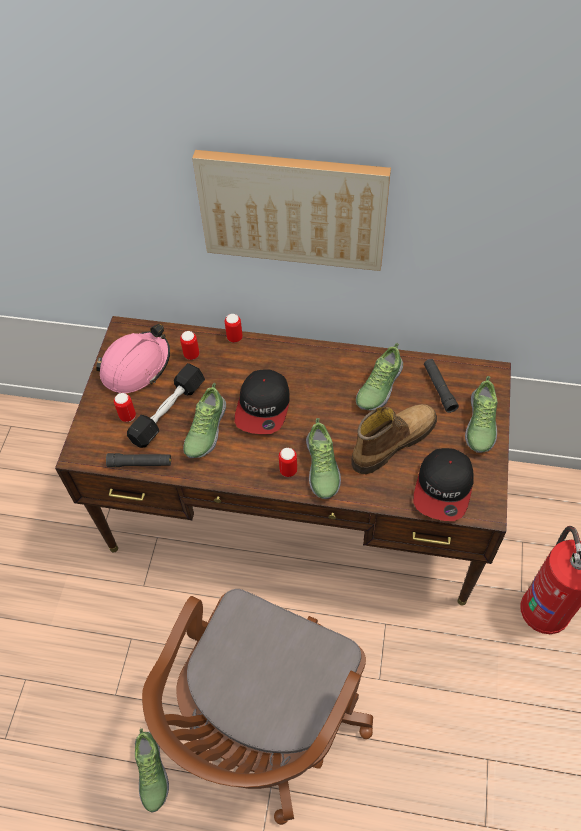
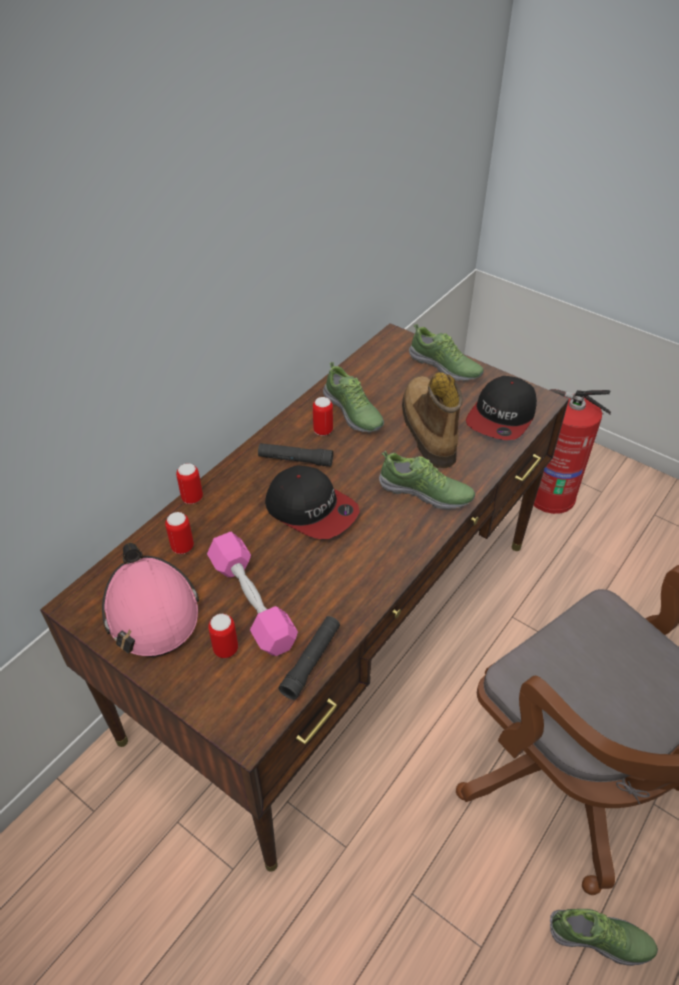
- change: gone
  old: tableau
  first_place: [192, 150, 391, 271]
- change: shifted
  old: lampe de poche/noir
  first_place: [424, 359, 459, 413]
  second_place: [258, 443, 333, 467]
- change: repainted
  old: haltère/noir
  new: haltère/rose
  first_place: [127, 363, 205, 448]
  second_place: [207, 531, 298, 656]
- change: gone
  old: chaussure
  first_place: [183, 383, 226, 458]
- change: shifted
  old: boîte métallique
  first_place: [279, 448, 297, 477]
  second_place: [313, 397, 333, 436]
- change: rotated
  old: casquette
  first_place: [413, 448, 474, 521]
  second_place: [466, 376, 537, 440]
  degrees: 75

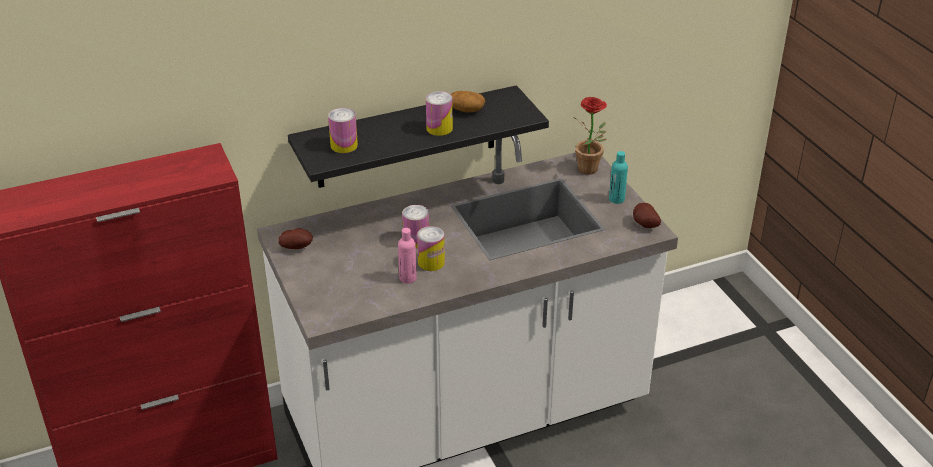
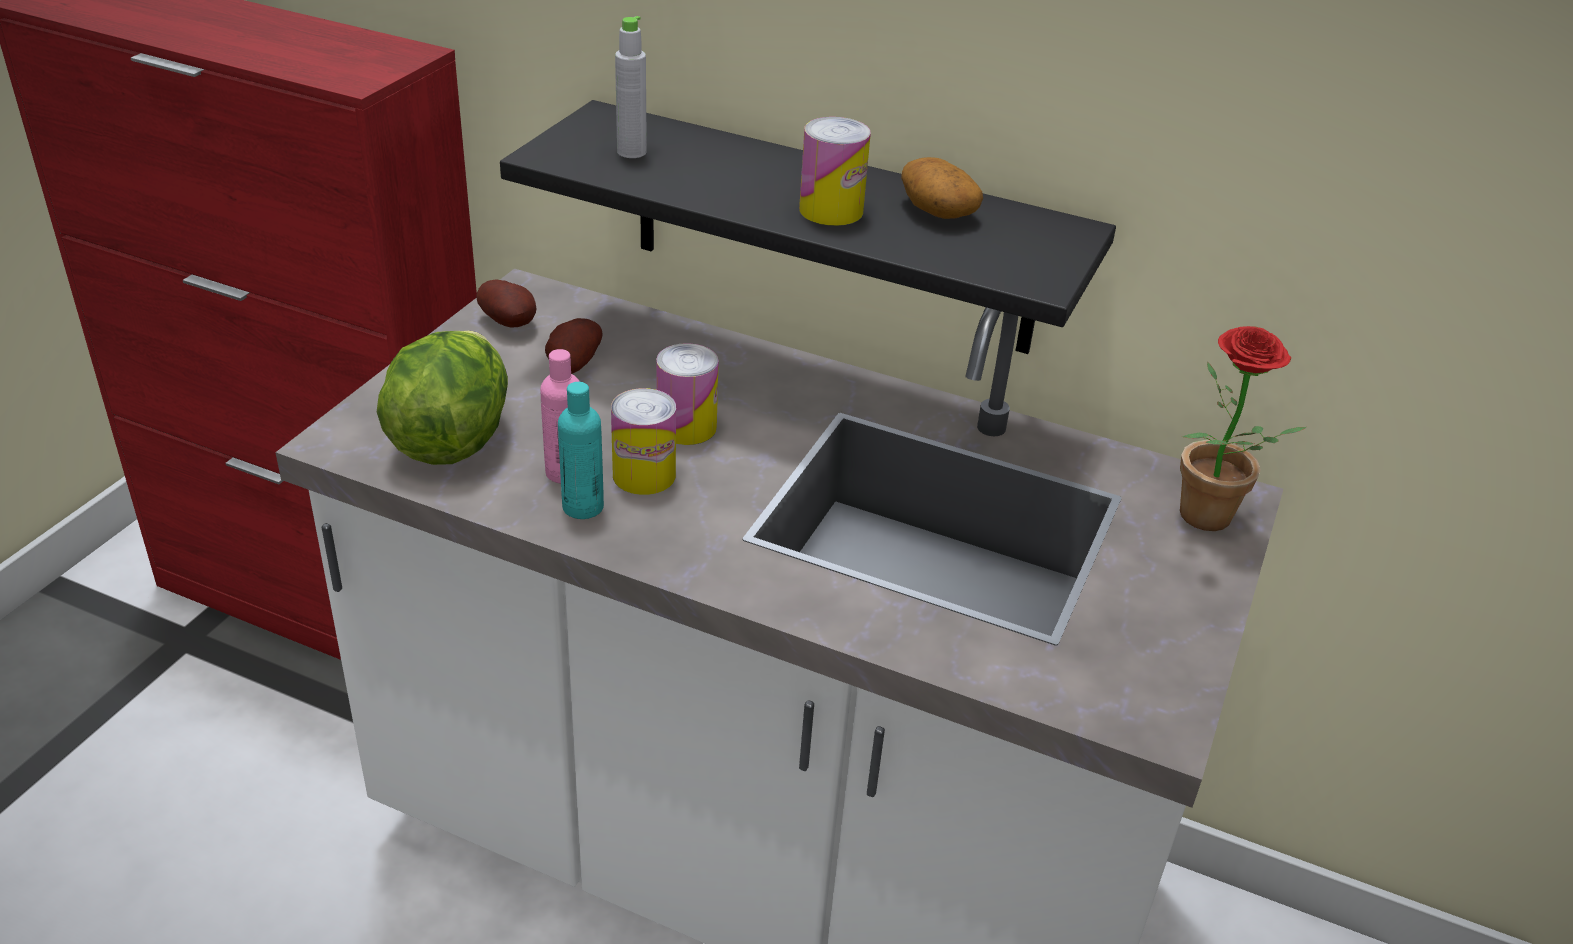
- change: swapped
  old: boîte métallique
  new: bouteille/gris
  first_place: [328, 108, 358, 153]
  second_place: [615, 16, 647, 158]
- change: shifted
  old: bouteille/turquoise
  first_place: [609, 151, 628, 204]
  second_place: [558, 382, 604, 519]
- change: shifted
  old: pomme de terre
  first_place: [633, 203, 661, 228]
  second_place: [545, 318, 602, 374]
- change: new
  new: laitue
  second_place: [377, 331, 508, 465]

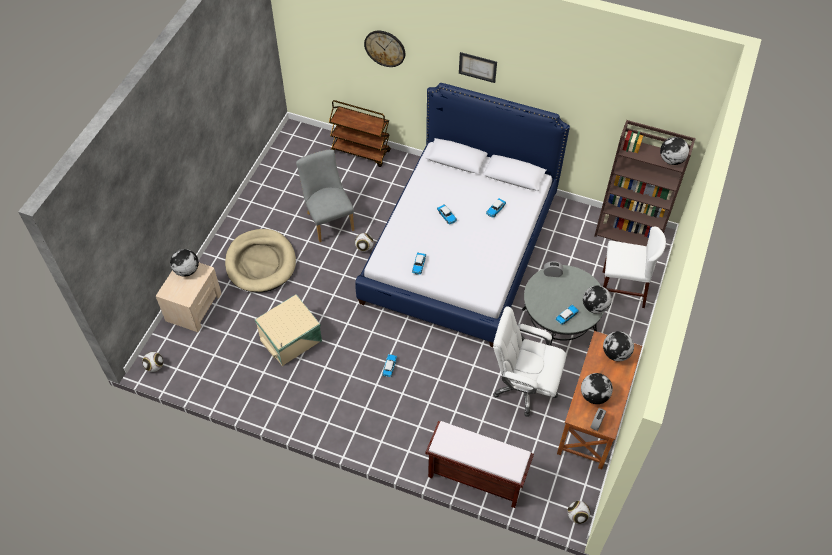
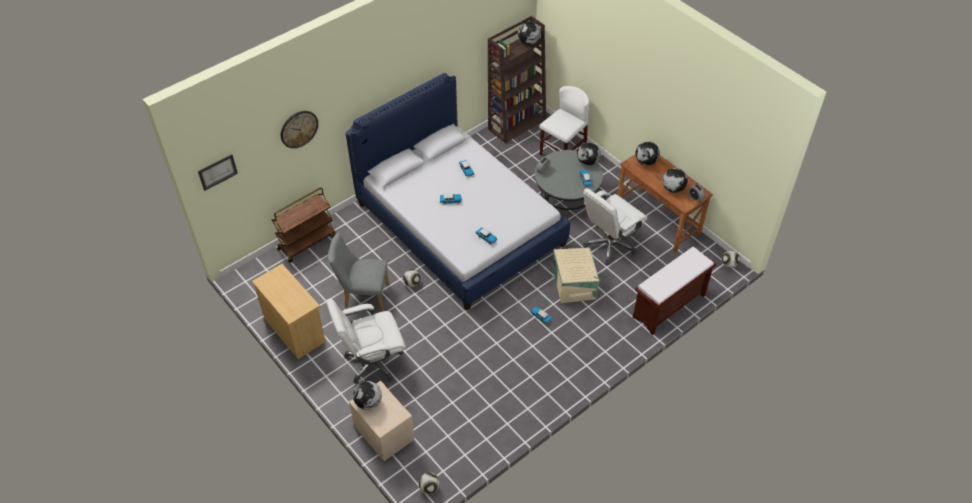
- change: shifted
  old: tableau
  first_place: [459, 52, 497, 83]
  second_place: [198, 154, 238, 191]
- change: swapped
  old: panier pour chien/beige
  new: chaise de bureau/blanc
  first_place: [225, 229, 296, 292]
  second_place: [326, 299, 406, 384]
- change: shifted
  old: boîte de rangement/beige
  first_place: [255, 294, 322, 366]
  second_place: [553, 247, 600, 304]
- change: new
  new: commode/beige
  second_place: [252, 264, 326, 359]

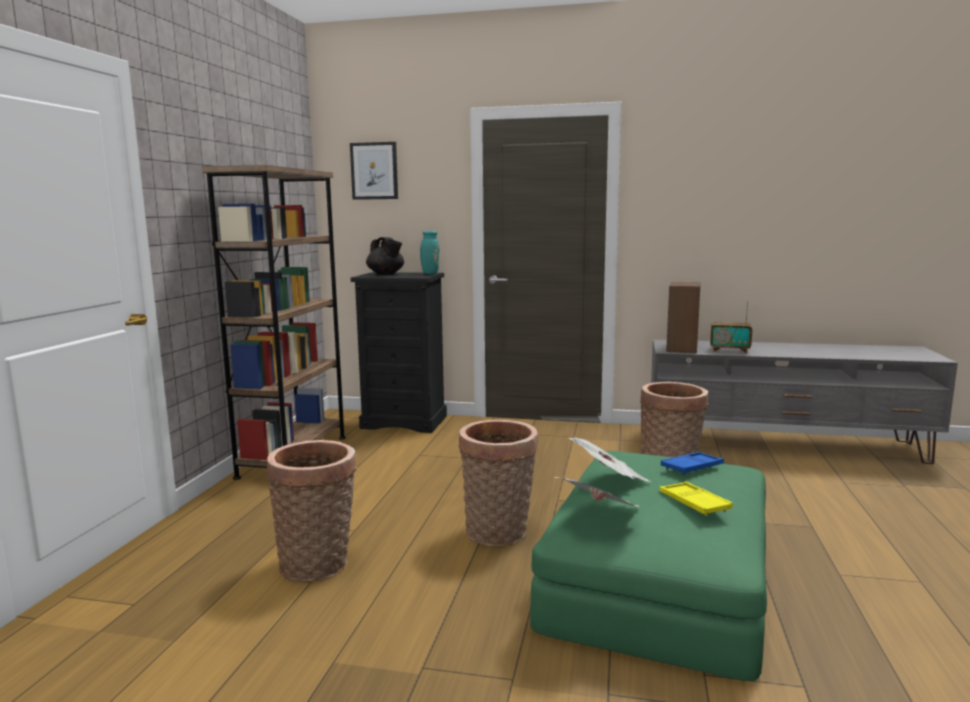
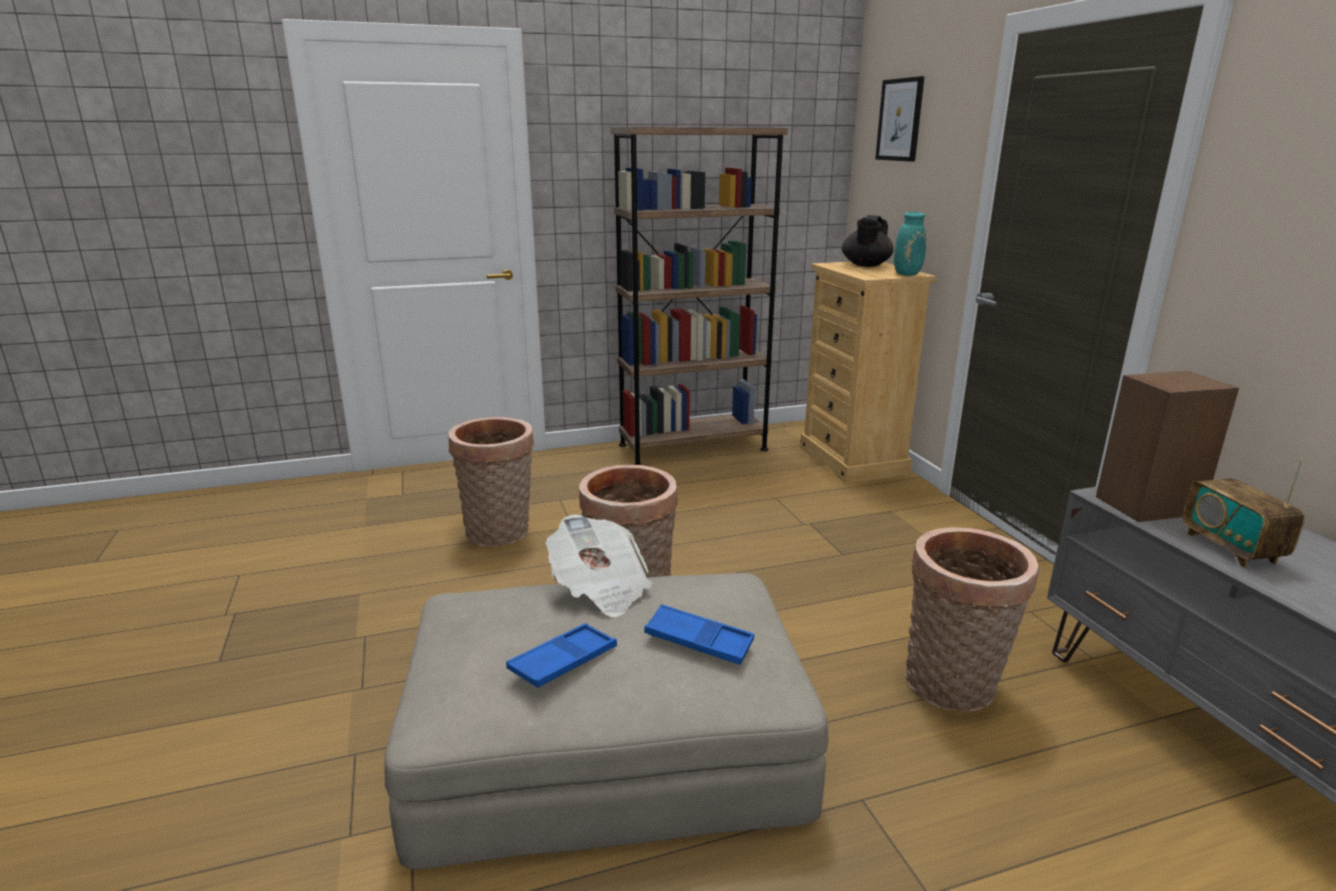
- change: repainted
  old: commode/noir
  new: commode/beige
  first_place: [351, 272, 447, 433]
  second_place: [800, 261, 936, 484]
- change: repainted
  old: pouf/vert
  new: pouf/beige
  first_place: [530, 451, 767, 681]
  second_place: [384, 573, 829, 869]
- change: gone
  old: journal
  first_place: [554, 477, 639, 508]
- change: repainted
  old: plateau/jaune
  new: plateau/bleu
  first_place: [659, 482, 733, 516]
  second_place: [506, 623, 617, 688]

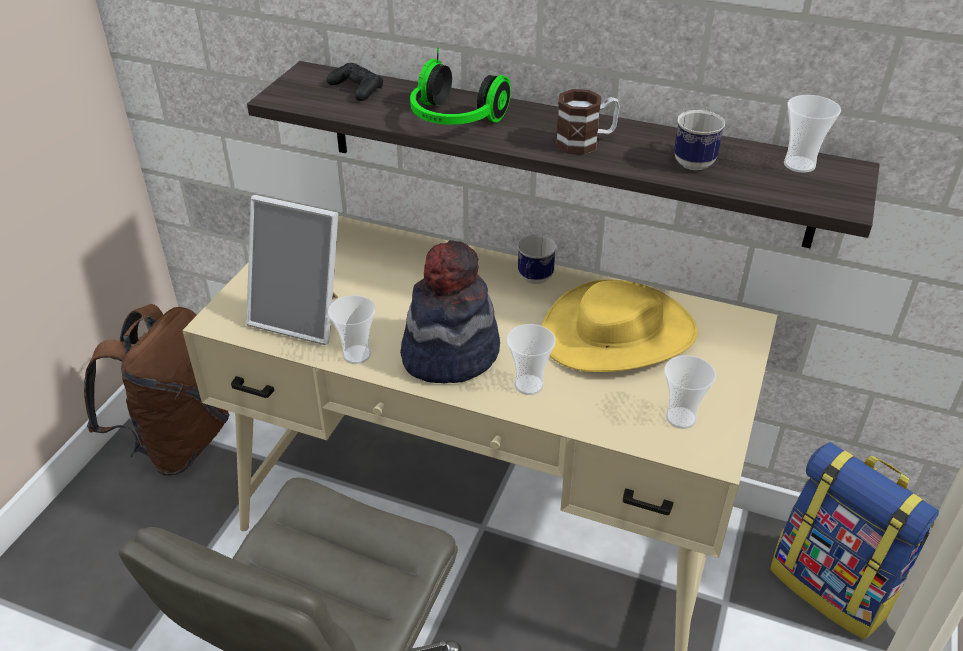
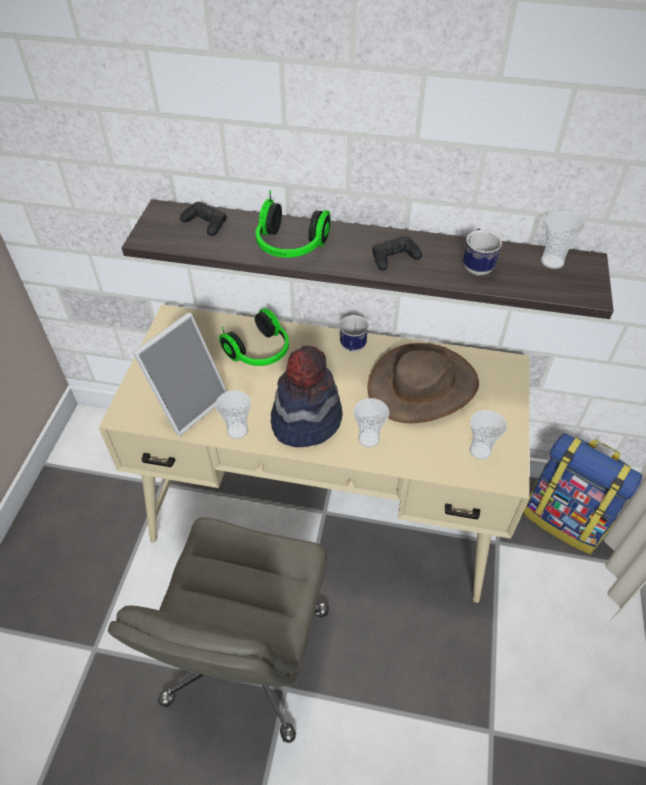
- change: swapped
  old: mug
  new: manette/noir
  first_place: [556, 89, 620, 155]
  second_place: [372, 236, 422, 271]
- change: rotated
  old: cadre photo
  first_place: [246, 195, 338, 345]
  second_place: [133, 312, 227, 436]
  degrees: -60
- change: repainted
  old: chapeau/jaune
  new: chapeau/marron
  first_place: [542, 280, 698, 372]
  second_place: [368, 343, 479, 423]
- change: gone
  old: sac à dos/marron
  first_place: [84, 304, 229, 476]
- change: new
  new: casque audio
  second_place: [219, 308, 289, 366]

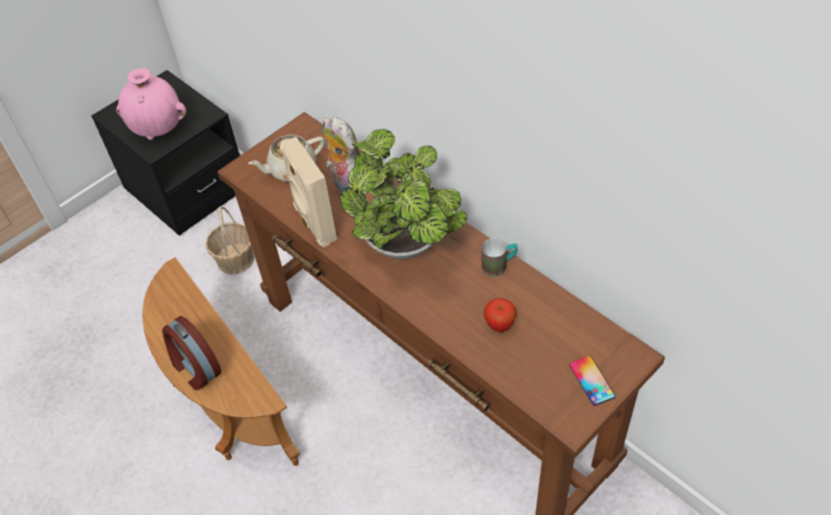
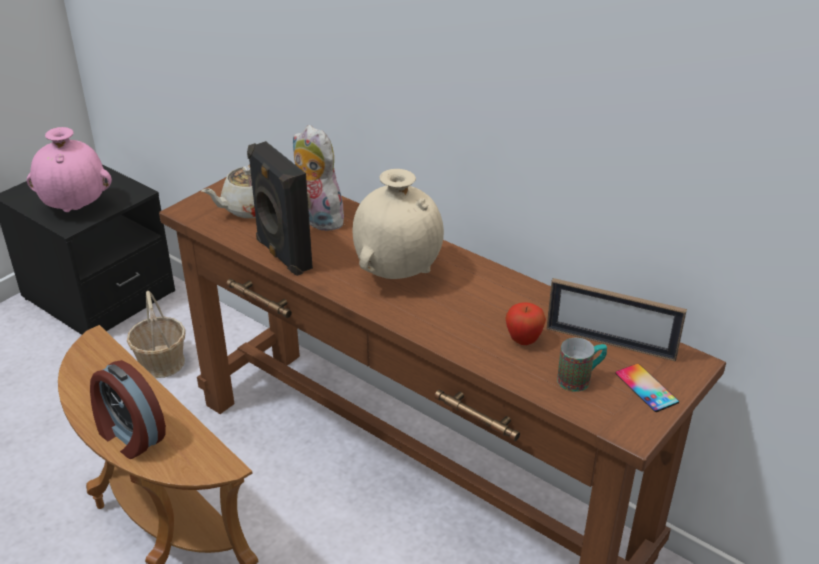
- change: swapped
  old: plante en pot
  new: vase/beige
  first_place: [340, 129, 467, 260]
  second_place: [352, 169, 444, 279]
- change: repainted
  old: enceinte/beige
  new: enceinte/noir
  first_place: [280, 137, 337, 247]
  second_place: [247, 141, 313, 276]
- change: shifted
  old: mug
  first_place: [482, 238, 518, 277]
  second_place: [557, 338, 607, 392]
- change: new
  new: cadre photo
  second_place: [547, 278, 687, 361]

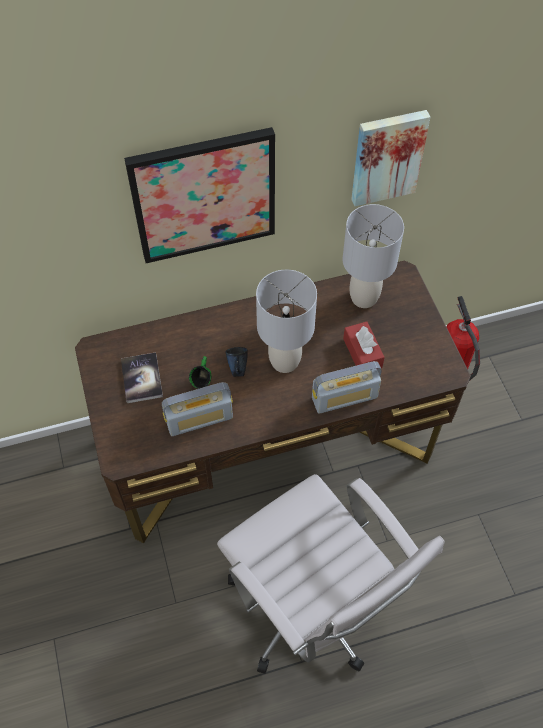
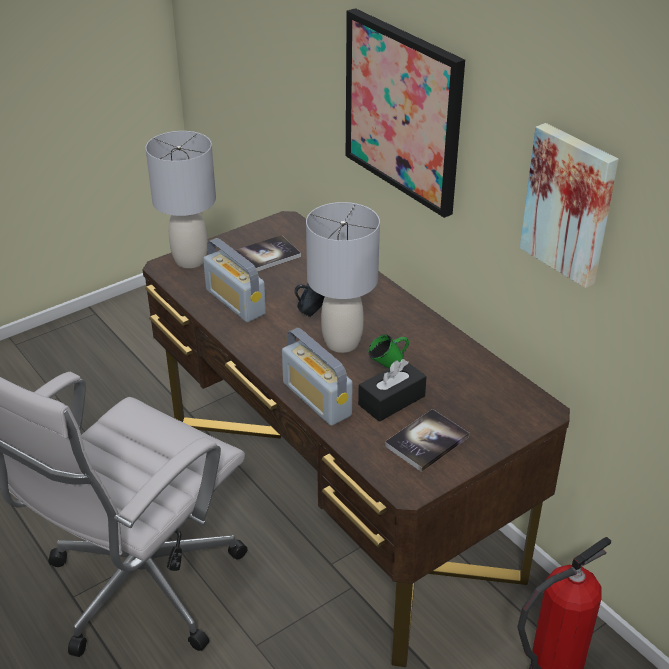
- change: shifted
  old: lampe de table/gris
  first_place: [342, 204, 404, 308]
  second_place: [145, 131, 216, 268]
- change: repainted
  old: boîte à mouchoirs/rouge
  new: boîte à mouchoirs/noir
  first_place: [343, 321, 385, 368]
  second_place: [358, 359, 427, 422]
- change: shifted
  old: mug/vert
  first_place: [189, 356, 211, 389]
  second_place: [368, 334, 409, 368]
- change: new
  new: livre
  second_place: [385, 409, 469, 472]

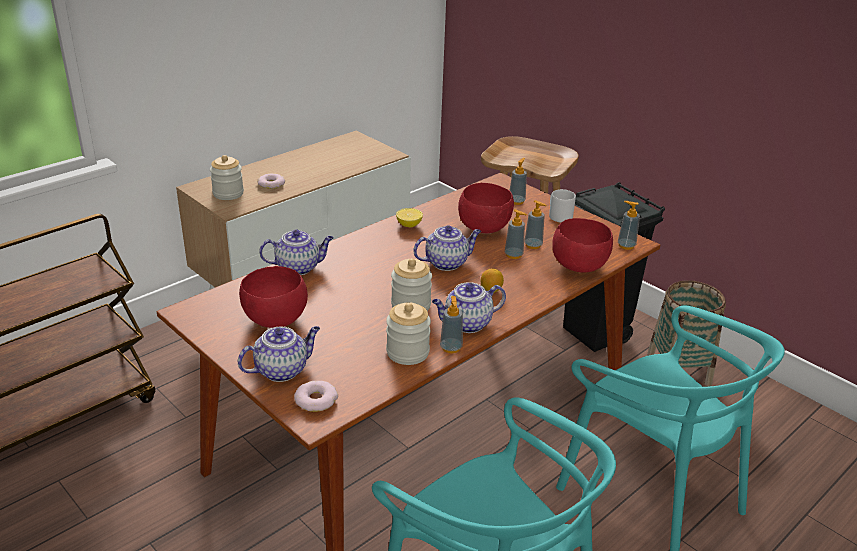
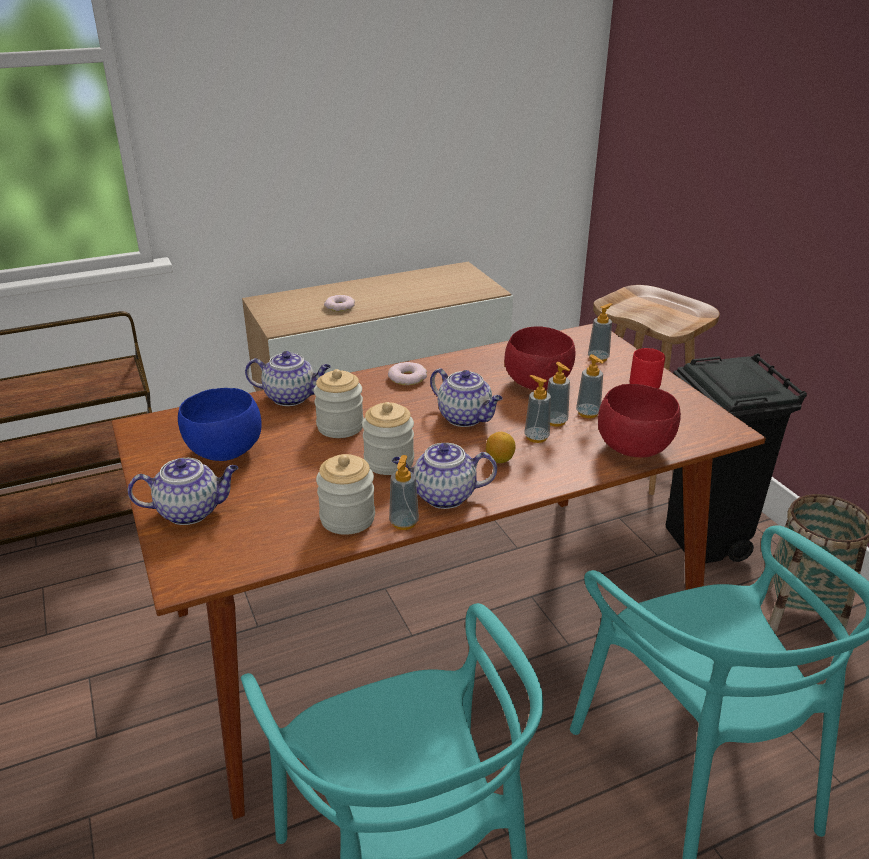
- change: shifted
  old: bocal
  first_place: [210, 155, 244, 200]
  second_place: [314, 369, 364, 438]
- change: repainted
  old: mug/gris
  new: mug/rouge
  first_place: [549, 189, 576, 222]
  second_place: [630, 348, 665, 389]
- change: shifted
  old: distributeur de savon
  first_place: [618, 201, 640, 250]
  second_place: [524, 375, 551, 443]
- change: gone
  old: citron
  first_place: [396, 208, 423, 227]
- change: rotated
  old: théière
  first_place: [413, 225, 481, 271]
  second_place: [430, 368, 503, 427]
  degrees: 45
- change: repainted
  old: bol/rouge
  new: bol/bleu
  first_place: [239, 266, 308, 328]
  second_place: [178, 388, 262, 461]
- change: shifted
  old: beignet
  first_place: [294, 381, 338, 412]
  second_place: [388, 362, 427, 385]

